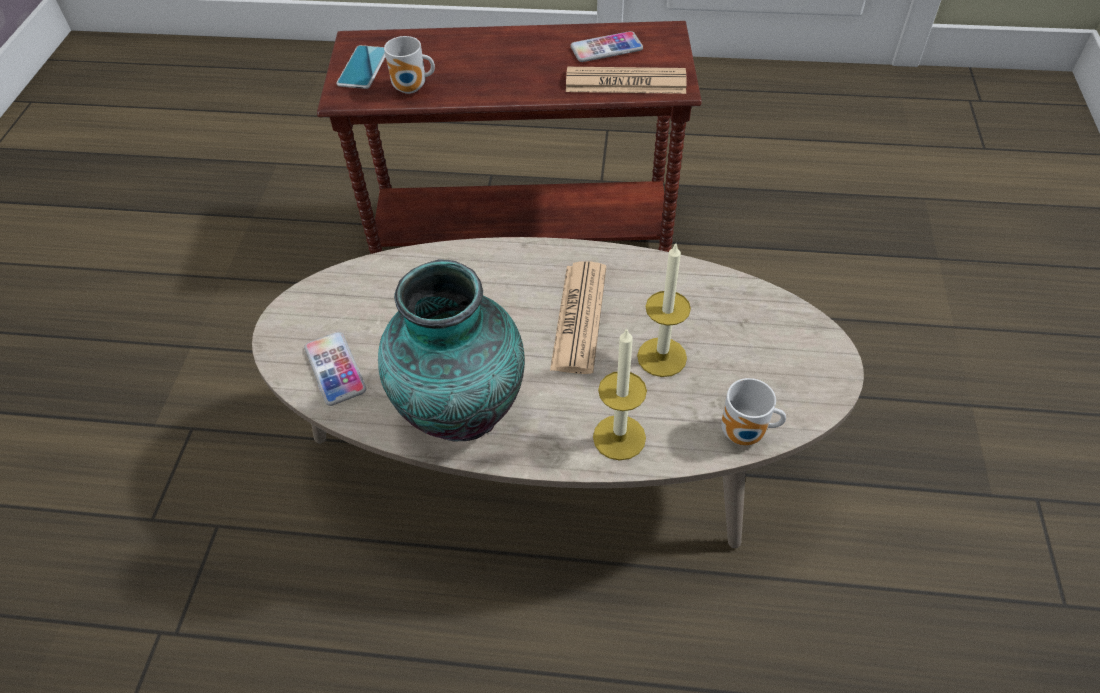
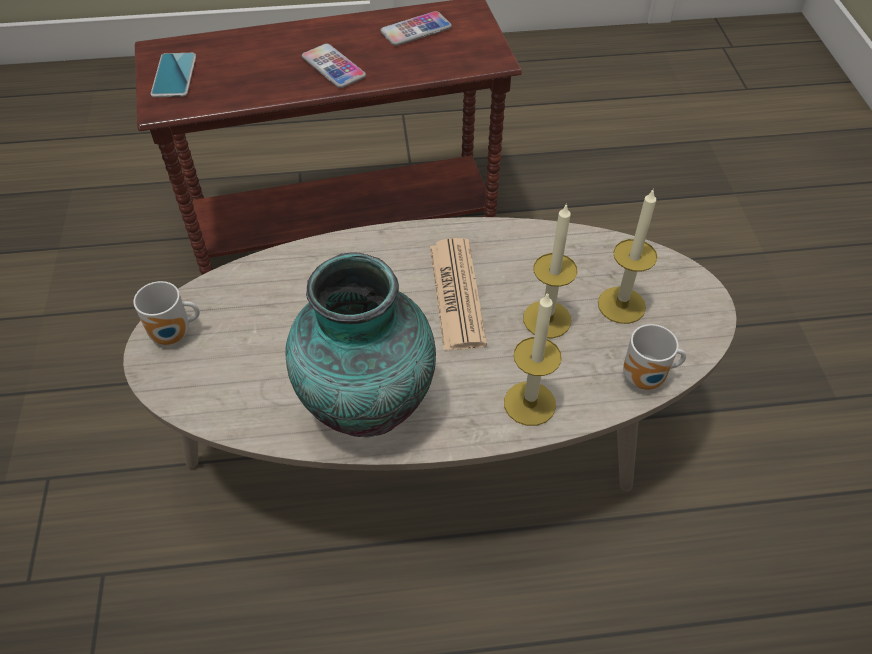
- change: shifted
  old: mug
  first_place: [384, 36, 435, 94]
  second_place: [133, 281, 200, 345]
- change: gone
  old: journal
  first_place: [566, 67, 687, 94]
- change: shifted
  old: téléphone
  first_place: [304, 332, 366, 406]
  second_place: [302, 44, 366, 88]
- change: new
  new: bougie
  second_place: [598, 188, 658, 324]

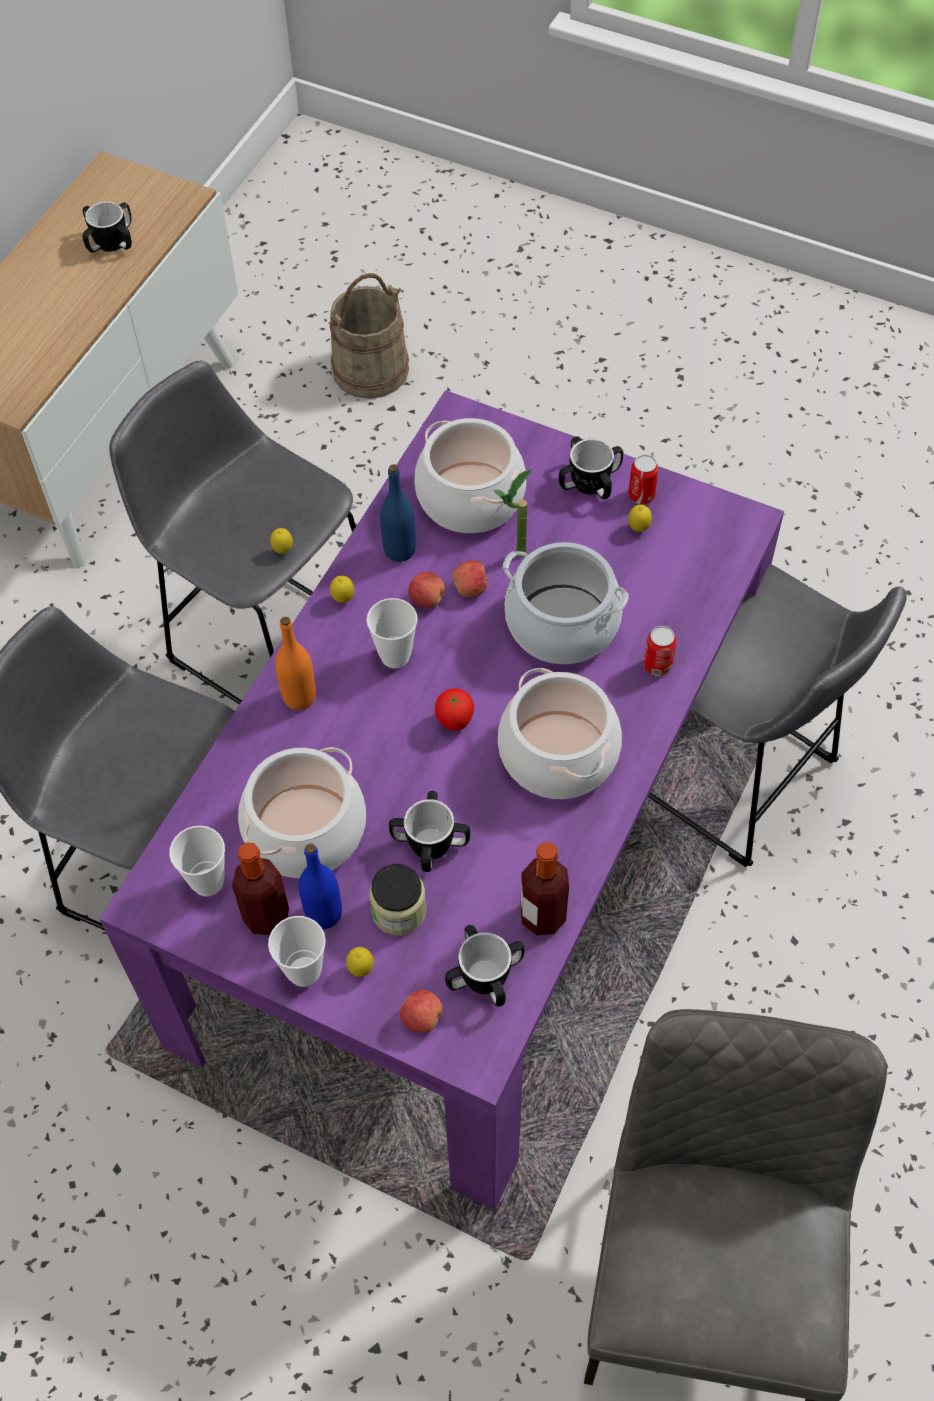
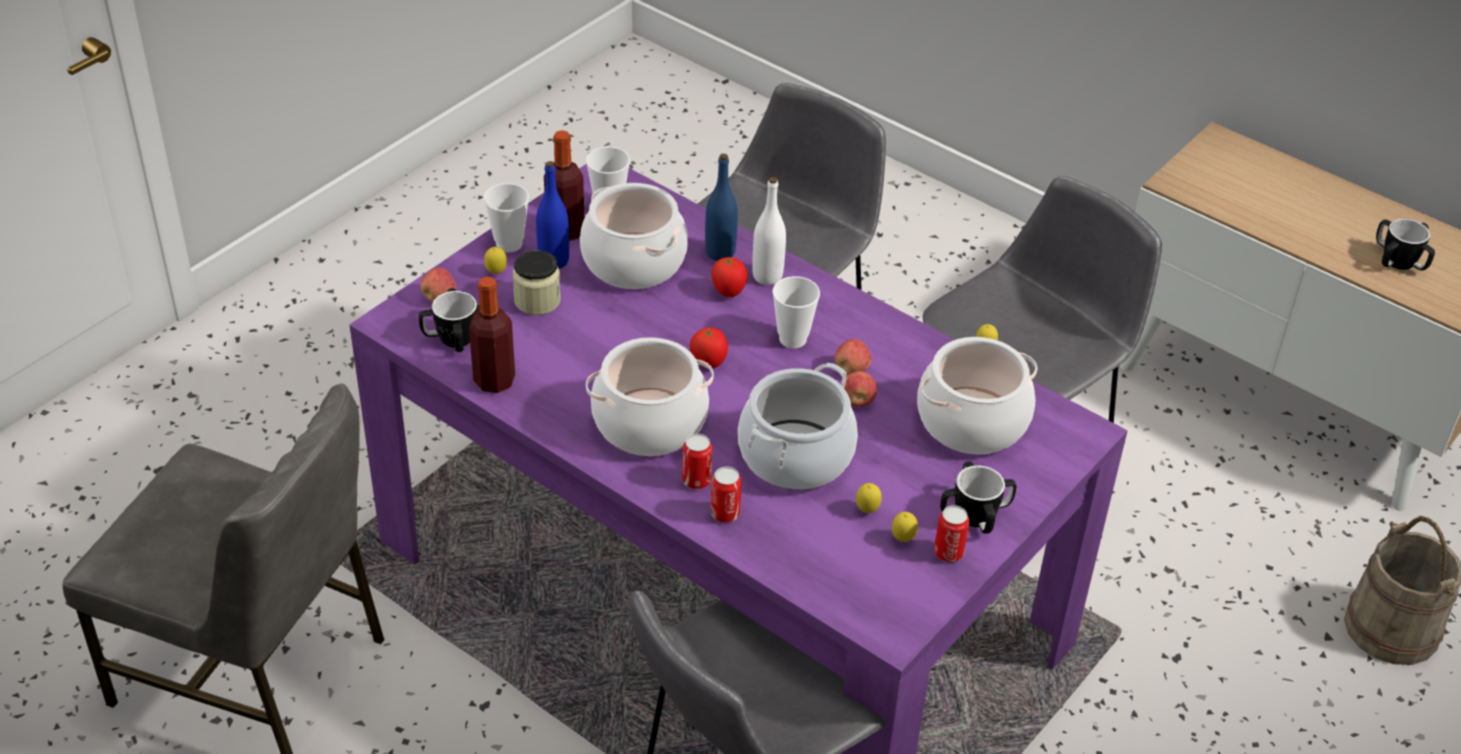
- change: shifted
  old: bouteille/bleu
  first_place: [380, 464, 416, 562]
  second_place: [705, 153, 738, 261]
- change: gone
  old: plante en pot
  first_place: [493, 469, 532, 558]
- change: shifted
  old: citron
  first_place: [330, 576, 354, 603]
  second_place: [856, 483, 882, 513]
- change: repainted
  old: bouteille/orange
  new: bouteille/blanc
  first_place: [275, 617, 316, 710]
  second_place: [752, 177, 786, 285]
- change: gone
  old: mug
  first_place: [389, 791, 470, 872]
- change: new
  new: tomate
  second_place: [711, 257, 748, 297]
- change: new
  new: boîte métallique
  second_place: [682, 434, 712, 489]

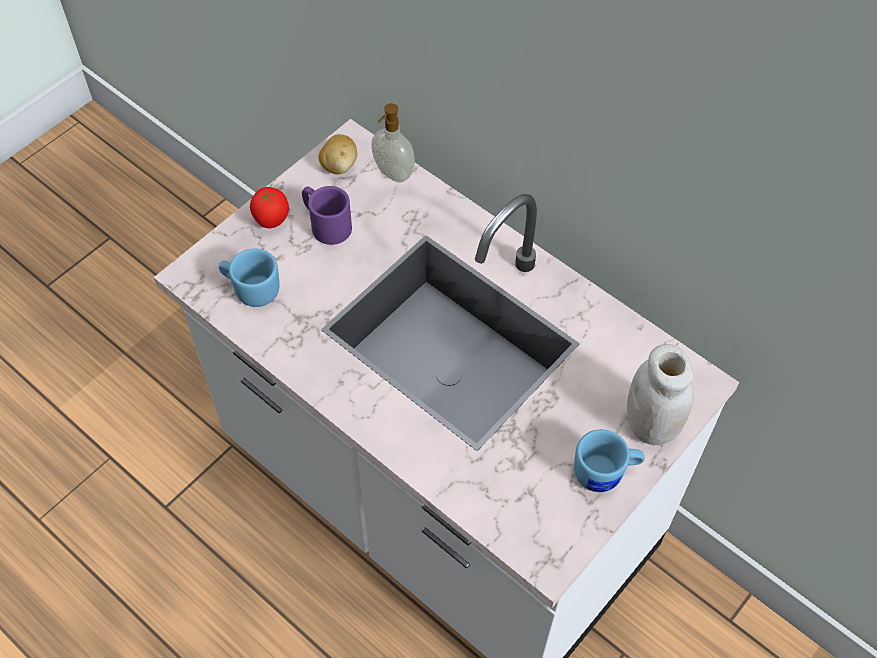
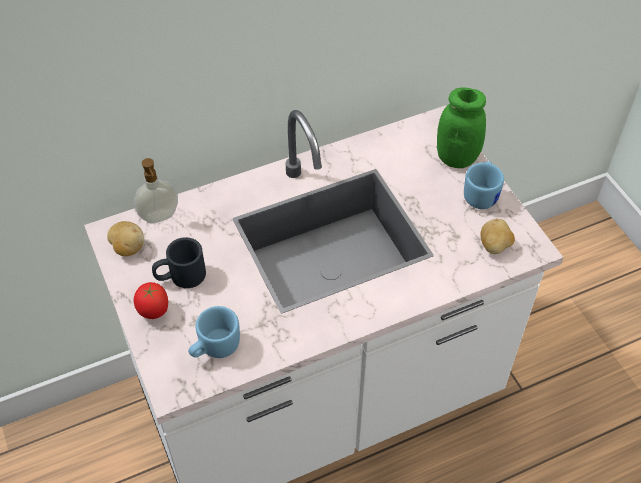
- change: repainted
  old: mug/violet
  new: mug/noir
  first_place: [302, 186, 352, 245]
  second_place: [152, 237, 206, 288]
- change: repainted
  old: bocal/blanc
  new: bocal/vert
  first_place: [627, 344, 694, 445]
  second_place: [437, 88, 486, 168]
- change: new
  new: pomme de terre
  second_place: [481, 219, 515, 254]

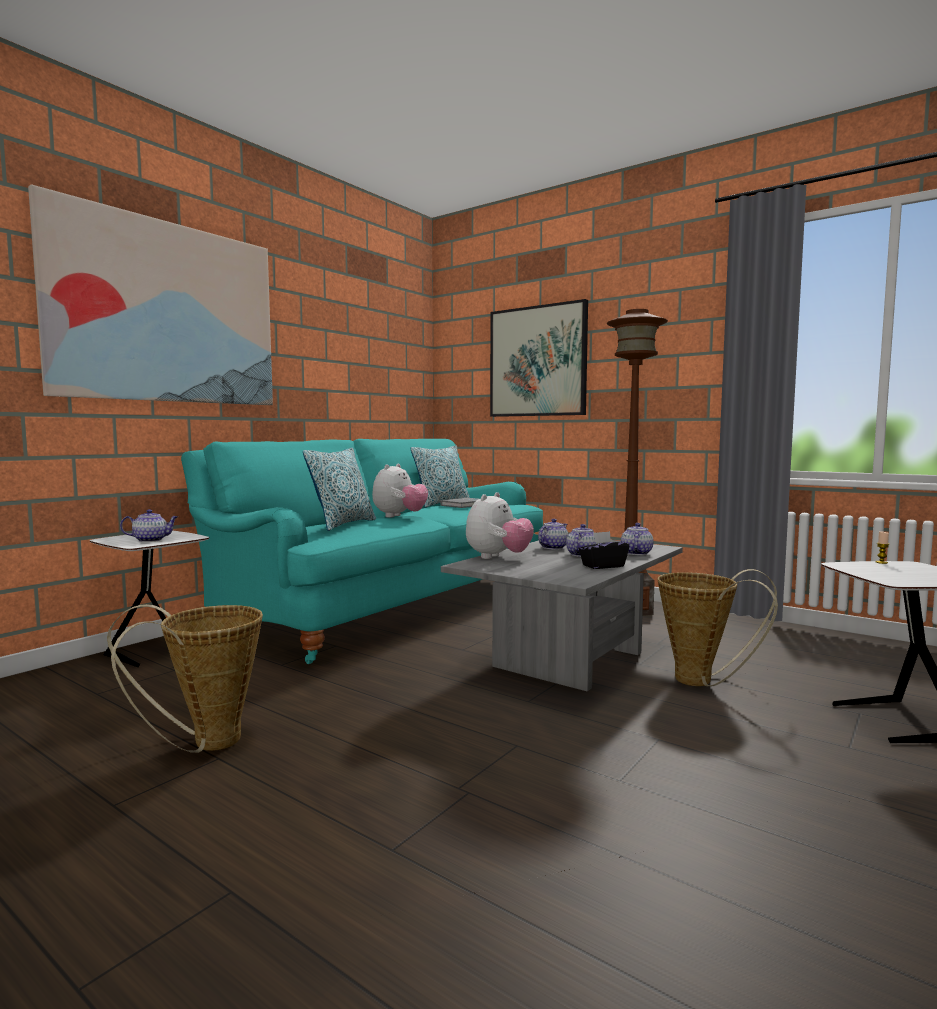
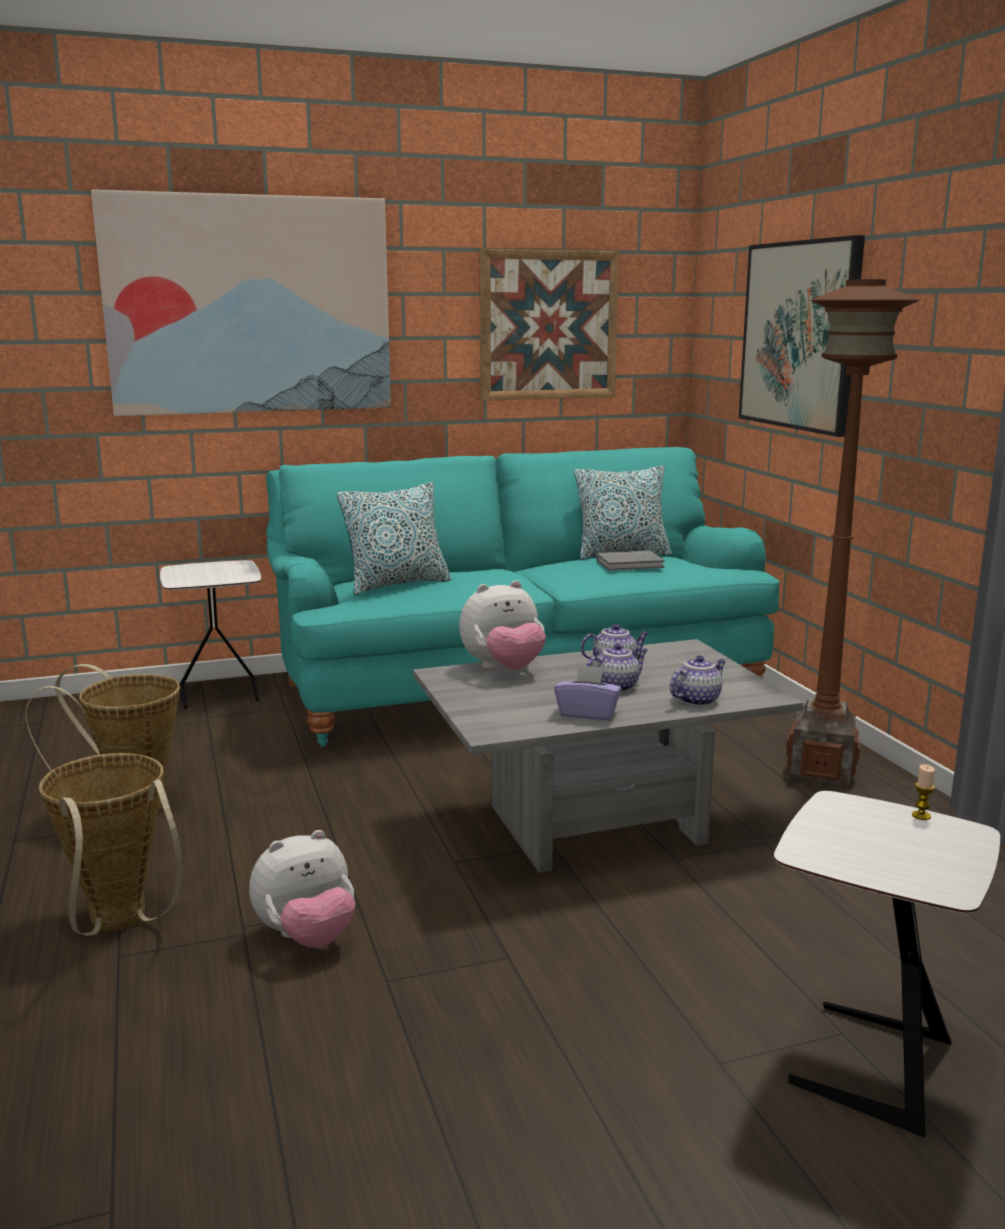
- change: shifted
  old: peluche
  first_place: [372, 463, 428, 517]
  second_place: [249, 830, 355, 948]
- change: gone
  old: théière
  first_place: [120, 509, 178, 542]
- change: repainted
  old: boîte à mouchoirs/noir
  new: boîte à mouchoirs/violet
  first_place: [578, 531, 629, 569]
  second_place: [554, 665, 622, 721]
- change: shifted
  old: panier
  first_place: [657, 569, 778, 686]
  second_place: [39, 753, 182, 936]
- change: new
  new: tableau
  second_place: [480, 249, 619, 401]

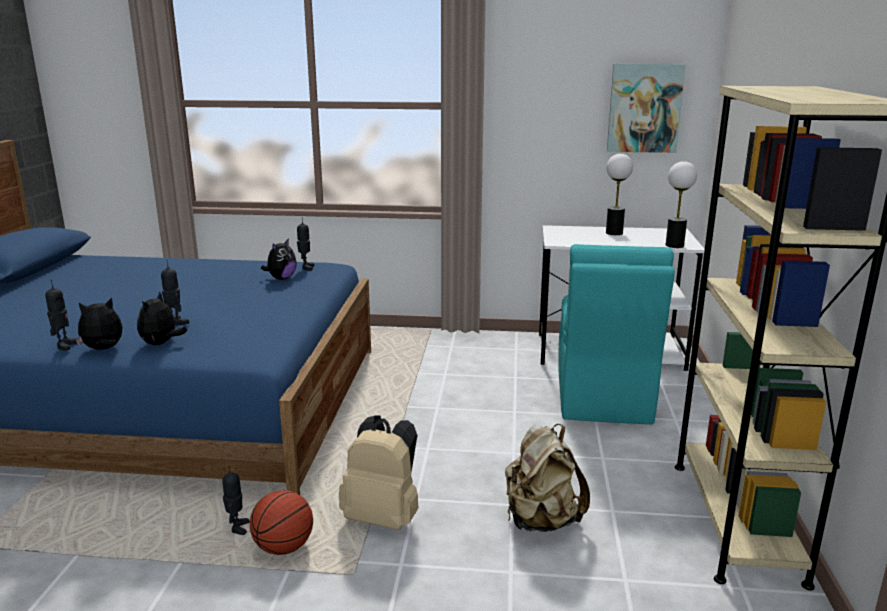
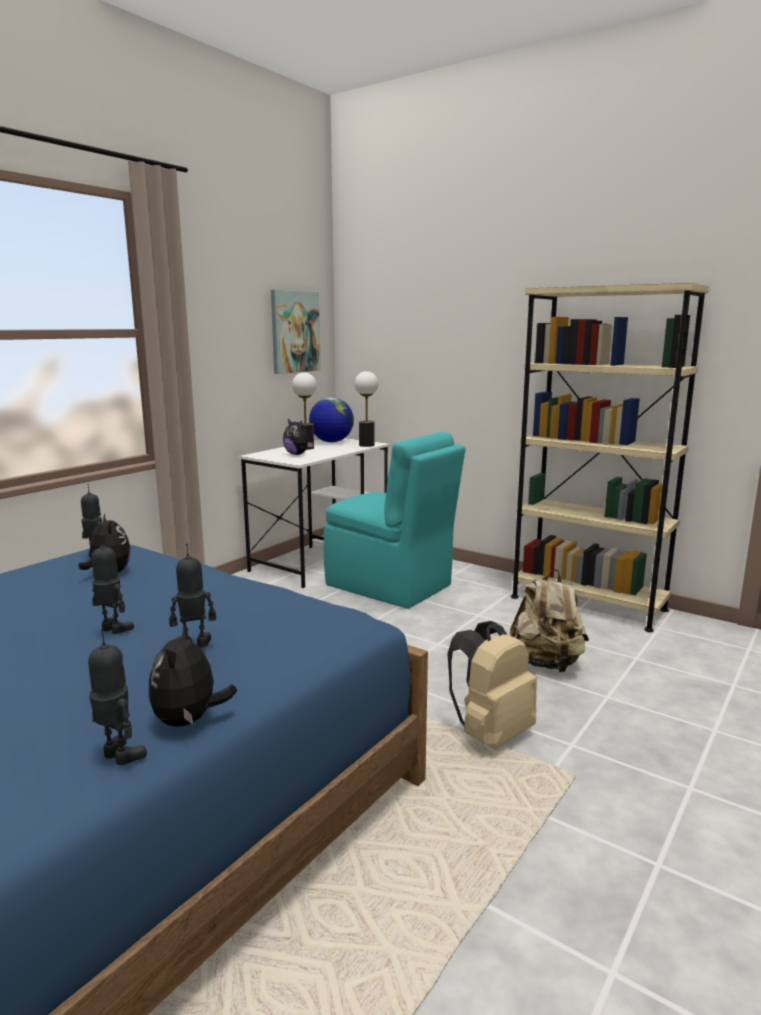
- change: shifted
  old: peluche
  first_place: [137, 291, 187, 345]
  second_place: [283, 419, 313, 455]
- change: shifted
  old: robot jouet
  first_place: [222, 465, 250, 535]
  second_place: [92, 534, 134, 634]
- change: gone
  old: ballon de basket
  first_place: [250, 490, 313, 555]
- change: new
  new: globe
  second_place: [309, 398, 354, 443]

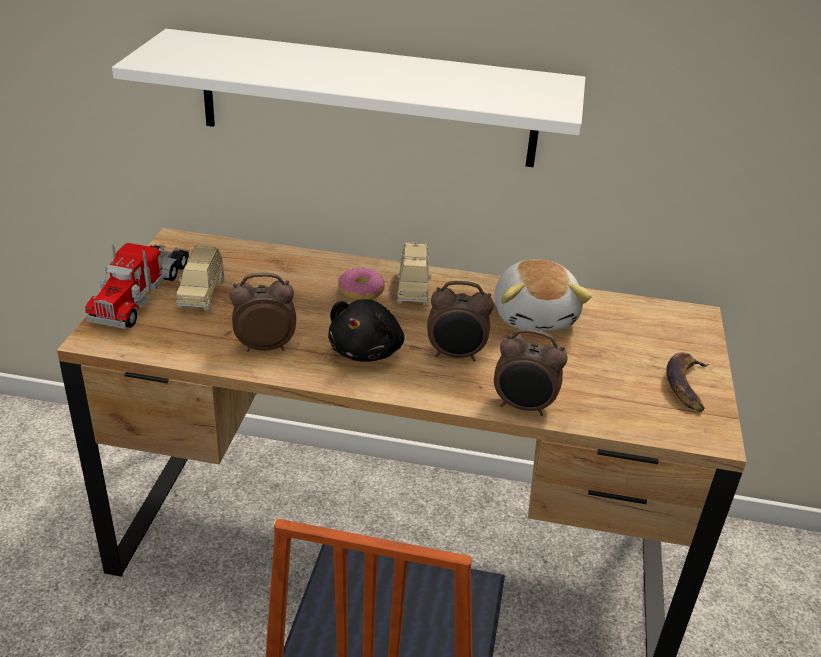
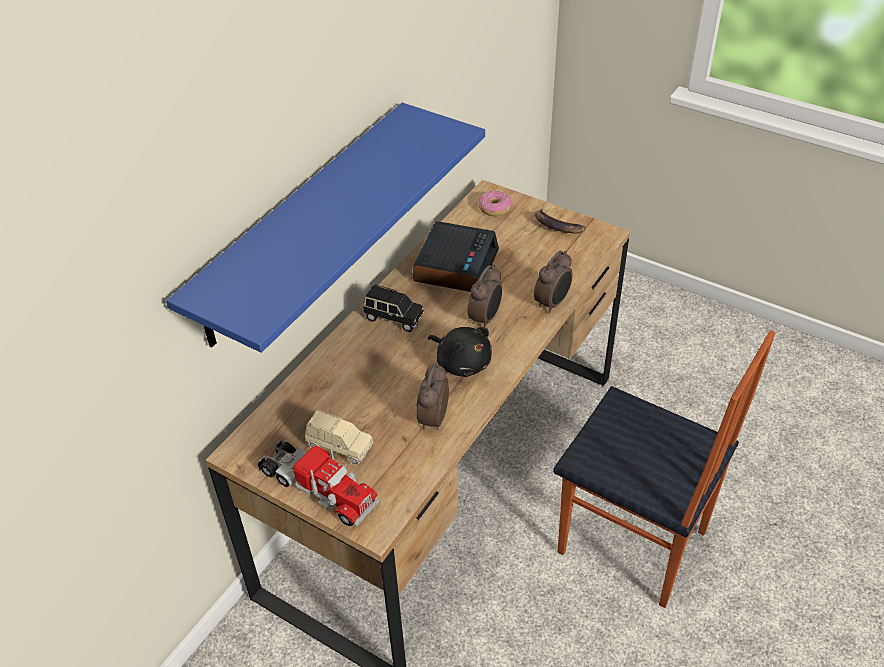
- change: repainted
  old: étagère/blanc
  new: étagère/bleu
  first_place: [112, 29, 585, 167]
  second_place: [166, 103, 485, 353]
- change: repainted
  old: petite voiture/beige
  new: petite voiture/noir
  first_place: [397, 242, 431, 306]
  second_place: [364, 285, 424, 332]
- change: swapped
  old: peluche
  new: réveil
  first_place: [494, 260, 592, 331]
  second_place: [413, 221, 499, 292]
- change: shifted
  old: beignet
  first_place: [338, 267, 385, 300]
  second_place: [478, 191, 512, 216]

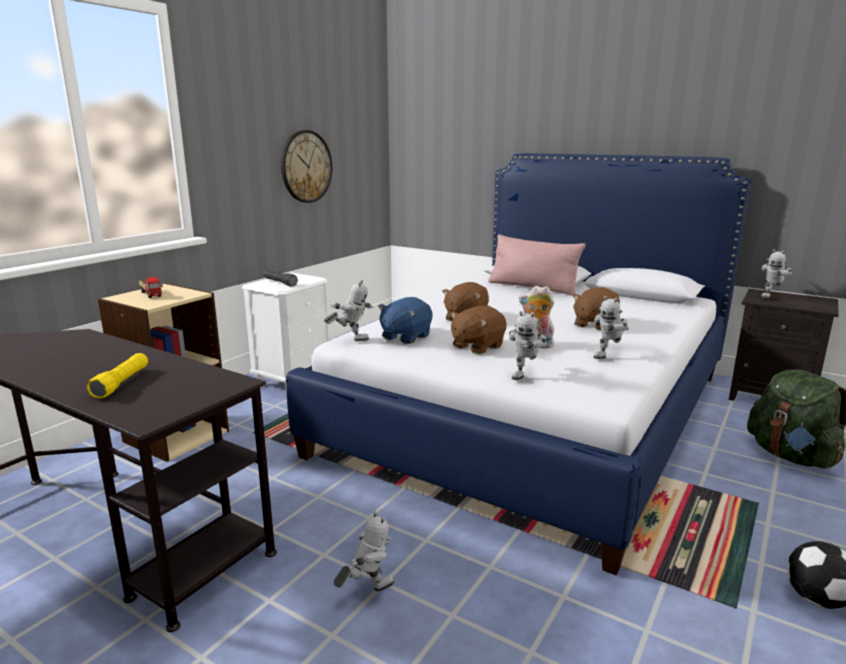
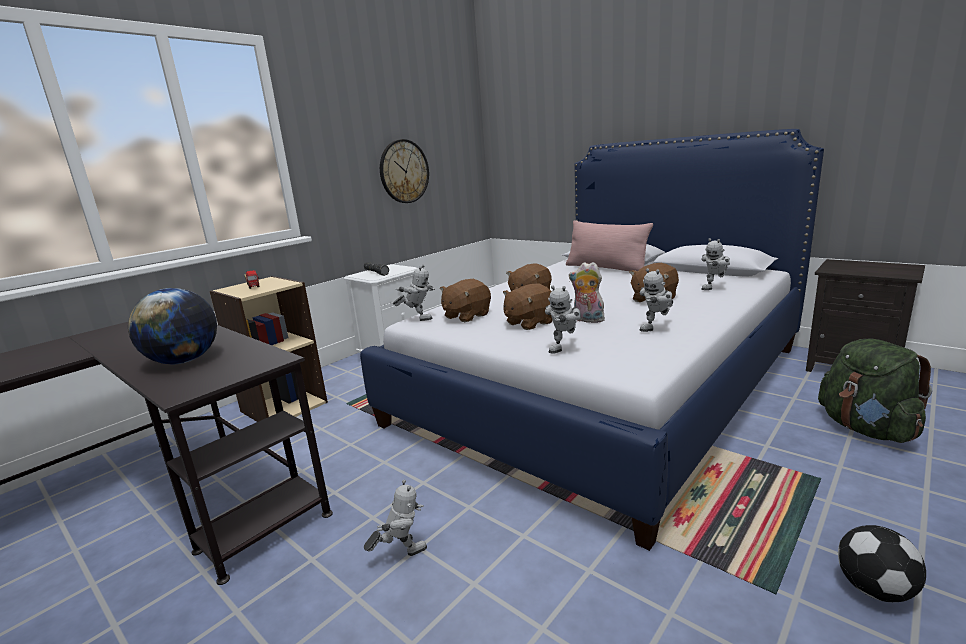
- change: shifted
  old: robot jouet
  first_place: [761, 249, 792, 298]
  second_place: [701, 238, 730, 290]
- change: repainted
  old: peluche/bleu
  new: peluche/marron
  first_place: [378, 297, 432, 344]
  second_place: [440, 279, 491, 322]
- change: swapped
  old: lampe de poche/jaune
  new: globe
  first_place: [87, 353, 148, 399]
  second_place: [128, 288, 217, 364]

